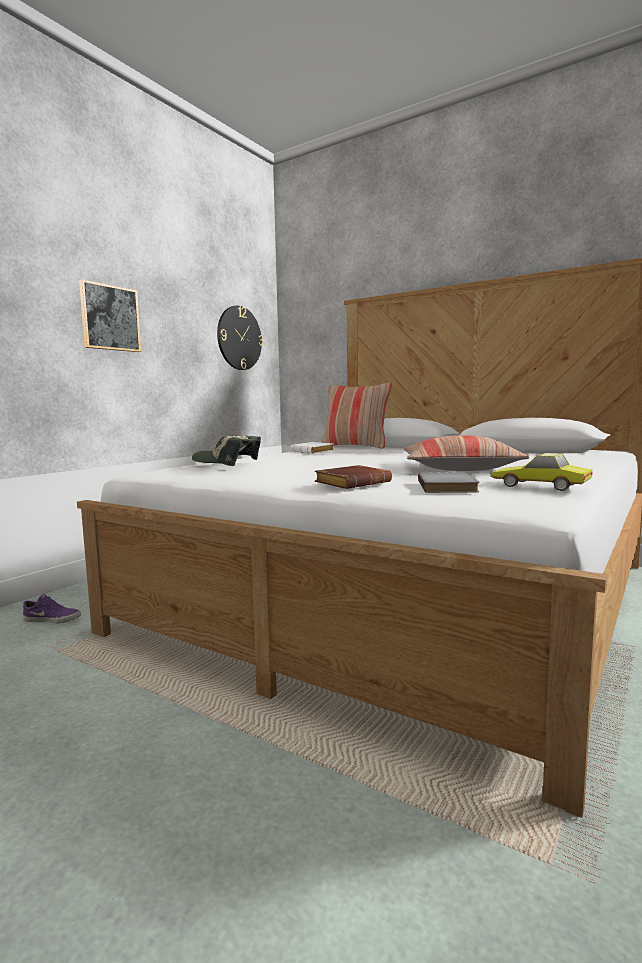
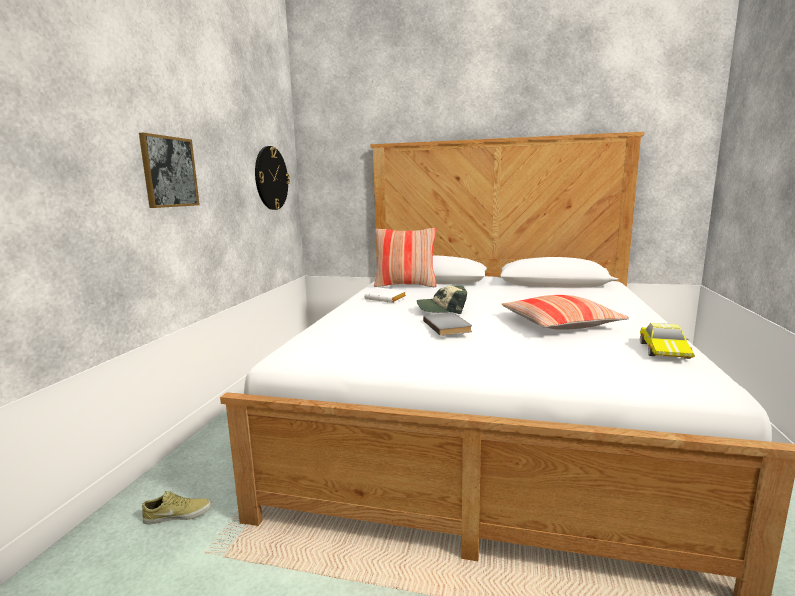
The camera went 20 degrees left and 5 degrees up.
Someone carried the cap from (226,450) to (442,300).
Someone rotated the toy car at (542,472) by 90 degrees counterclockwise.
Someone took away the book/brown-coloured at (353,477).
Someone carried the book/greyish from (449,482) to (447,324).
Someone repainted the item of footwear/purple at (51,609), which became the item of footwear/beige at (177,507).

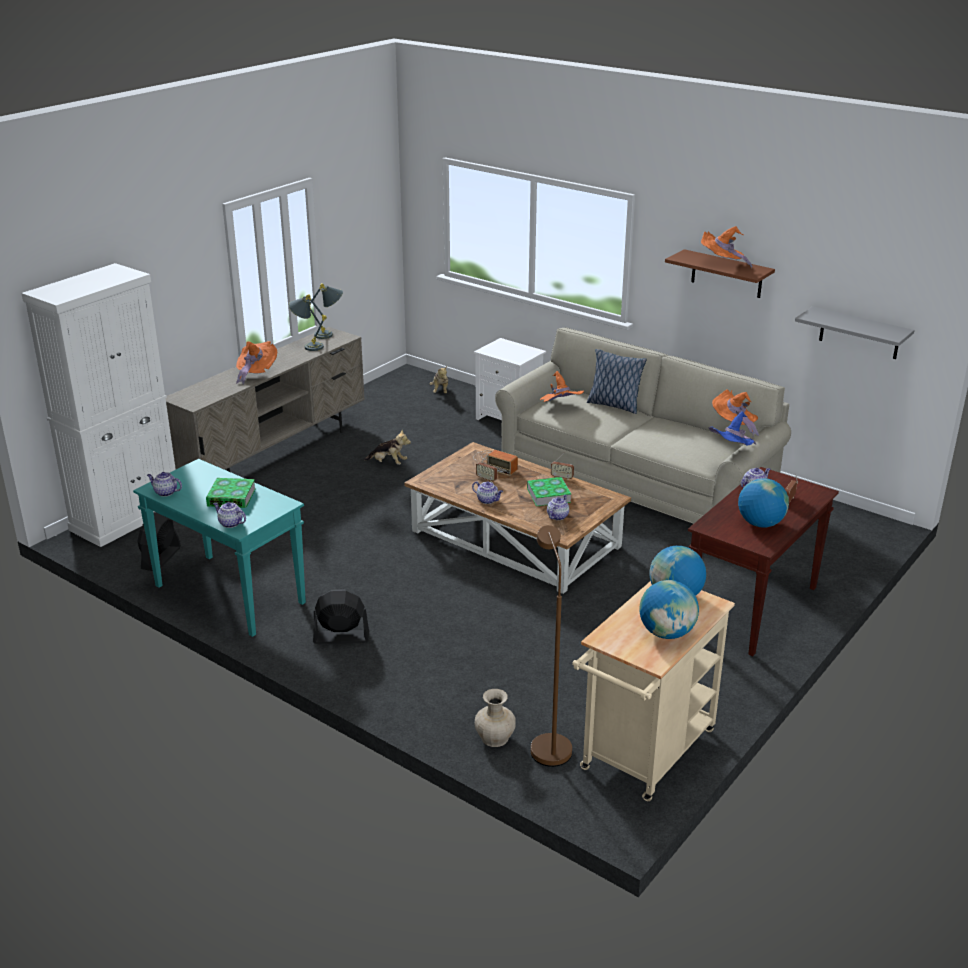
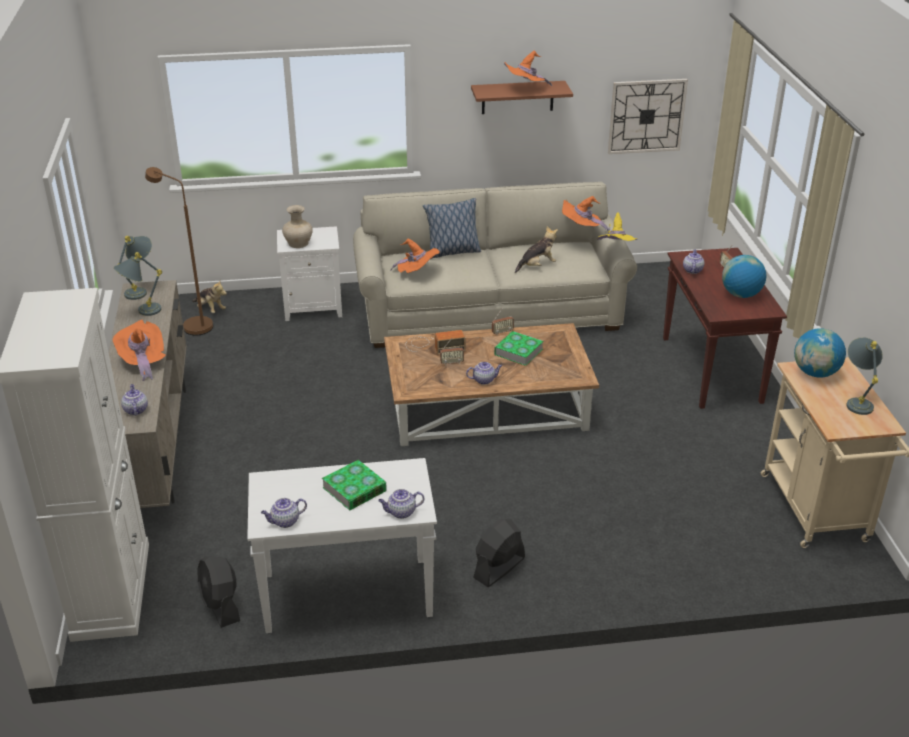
The camera went 45 degrees left and 5 degrees up.
Someone swapped the shelf/greyish at (855,332) for the wall clock at (648,116).
Someone repainted the wearable hat/blue at (732,428), which became the wearable hat/yellow-coloured at (617,226).
Someone carried the plush toy from (387,447) to (536,249).
Someone repainted the hall table/blue-green at (219,548), which became the hall table/whitish at (342,545).
Someone carried the tea pot from (558,507) to (134,400).
Someone carried the standard lamp/brown-coloured from (551,646) to (179,251).
Someone swapped the world globe at (669,609) for the table lamp/greyish at (864,376).
Someone carried the decorative vase/beige from (495,718) to (297,226).

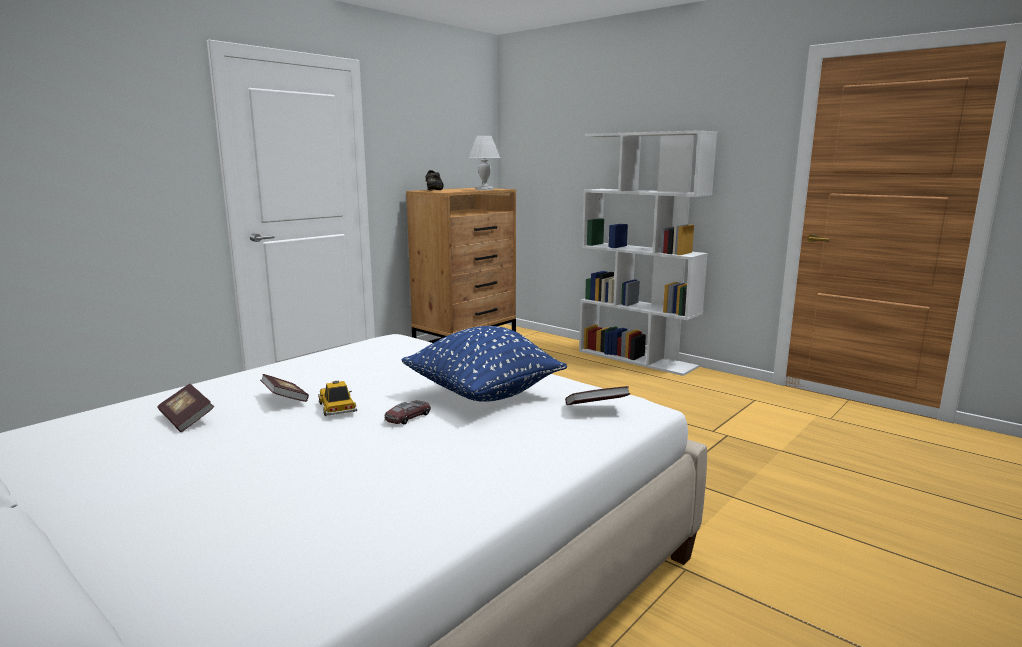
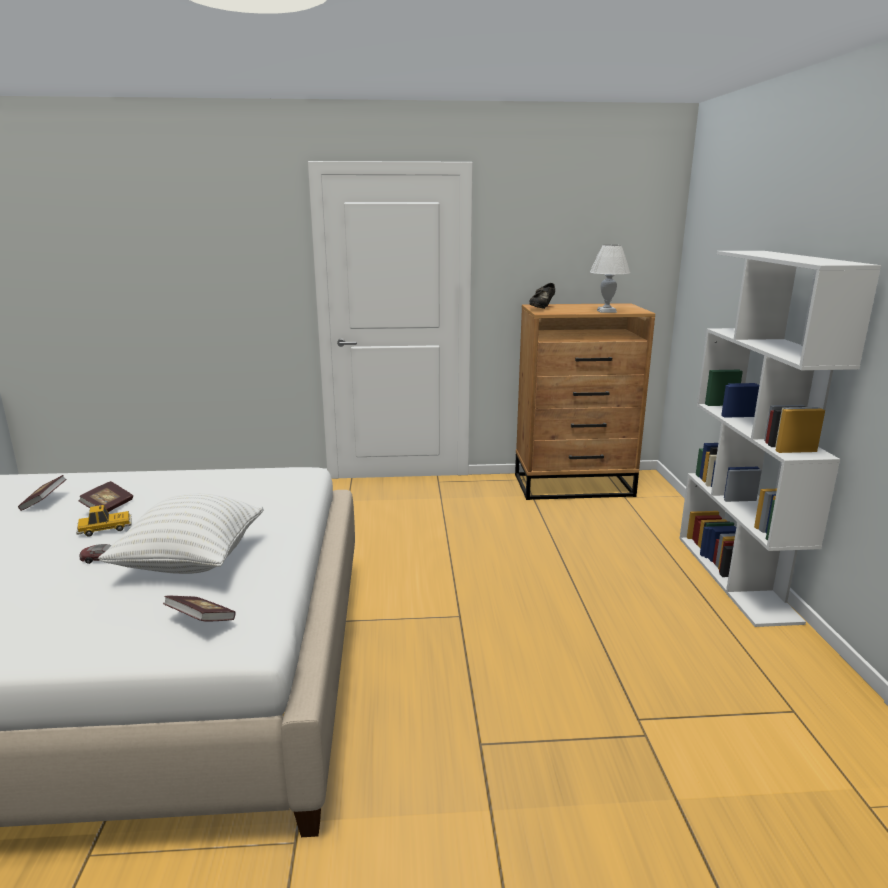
The camera went 45 degrees right and 5 degrees up.
Someone repainted the pillow/blue at (484,364), which became the pillow/whitish at (181,533).
Someone rotated the toy car at (337,398) by 45 degrees clockwise.

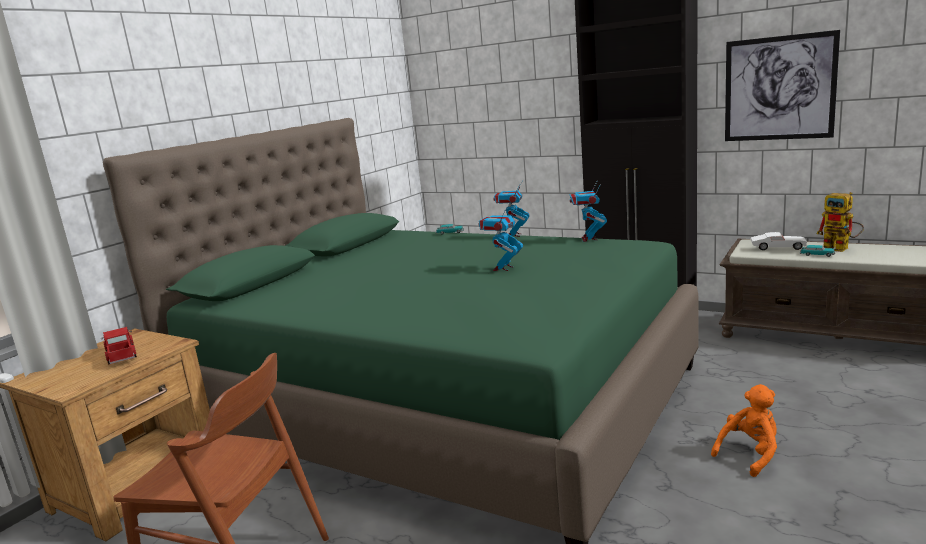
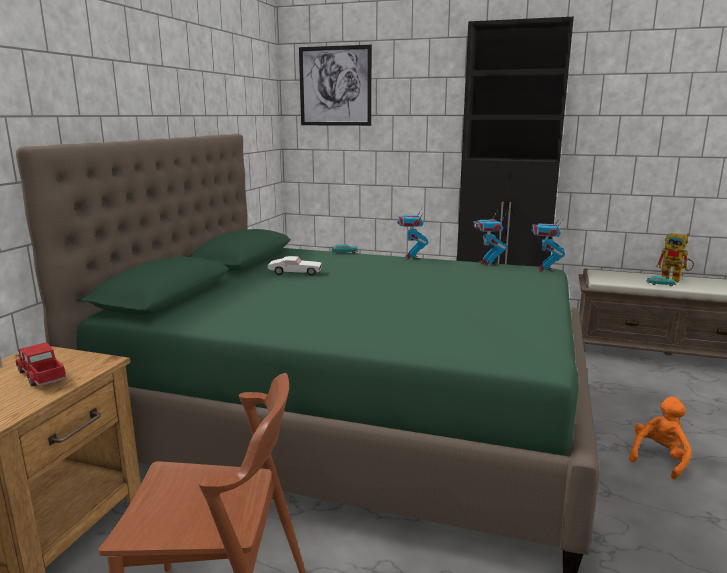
The camera went 15 degrees left and 0 degrees up.
Someone carried the picture from (782,85) to (335,85).
Someone carried the model robot from (501,237) to (548,243).
Someone carried the toy car/whitish from (778,241) to (294,265).

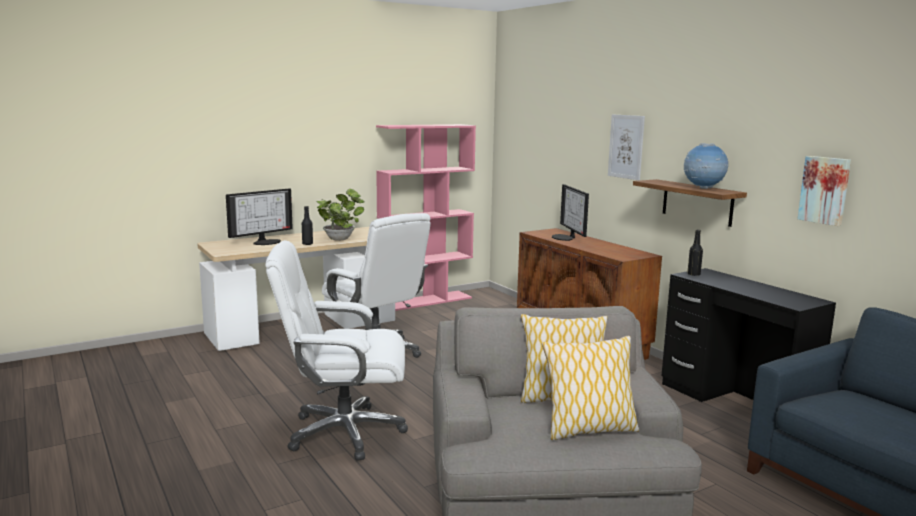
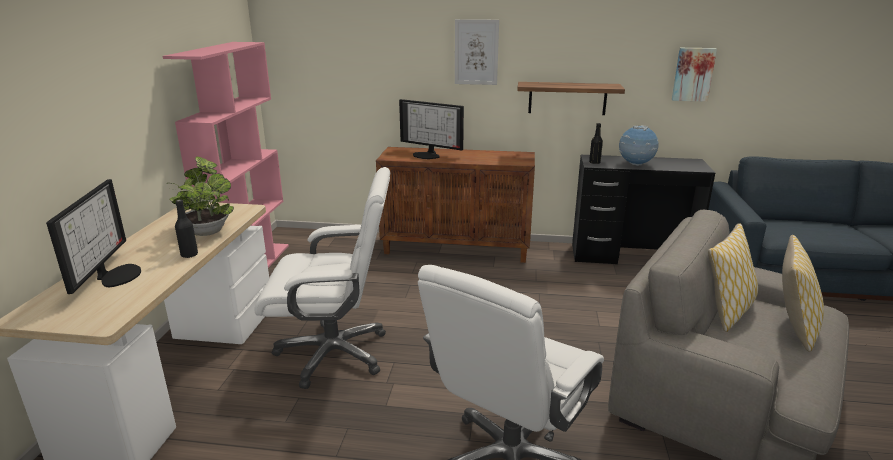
The camera went 50 degrees left and 10 degrees up.
Someone carried the world globe from (706,166) to (638,145).

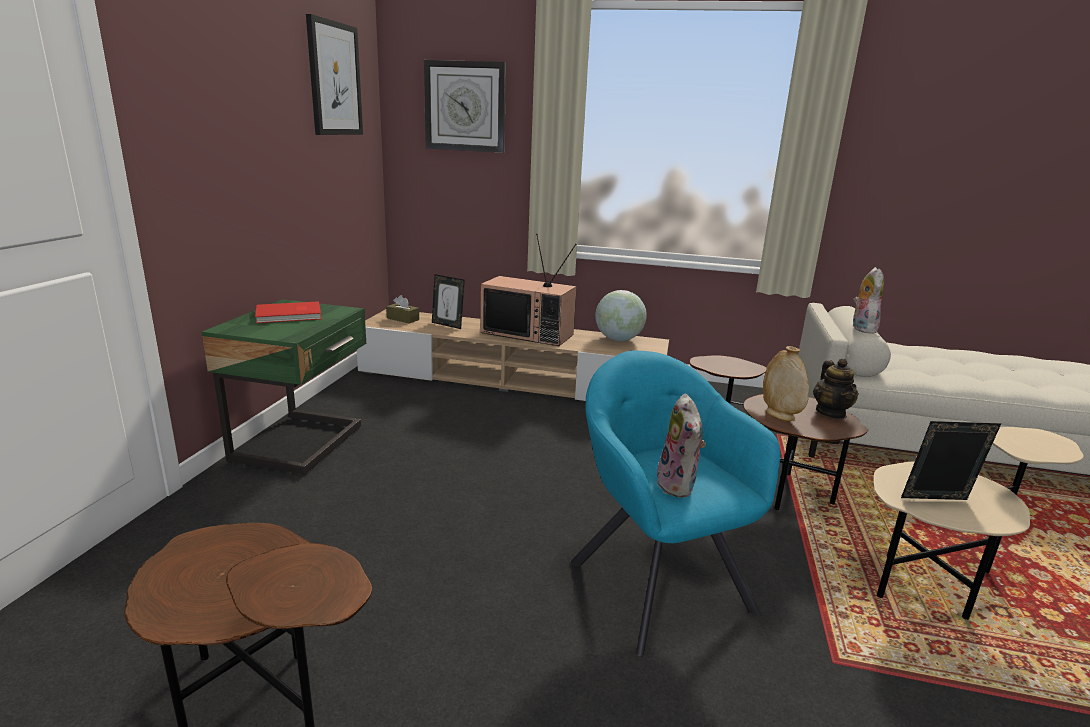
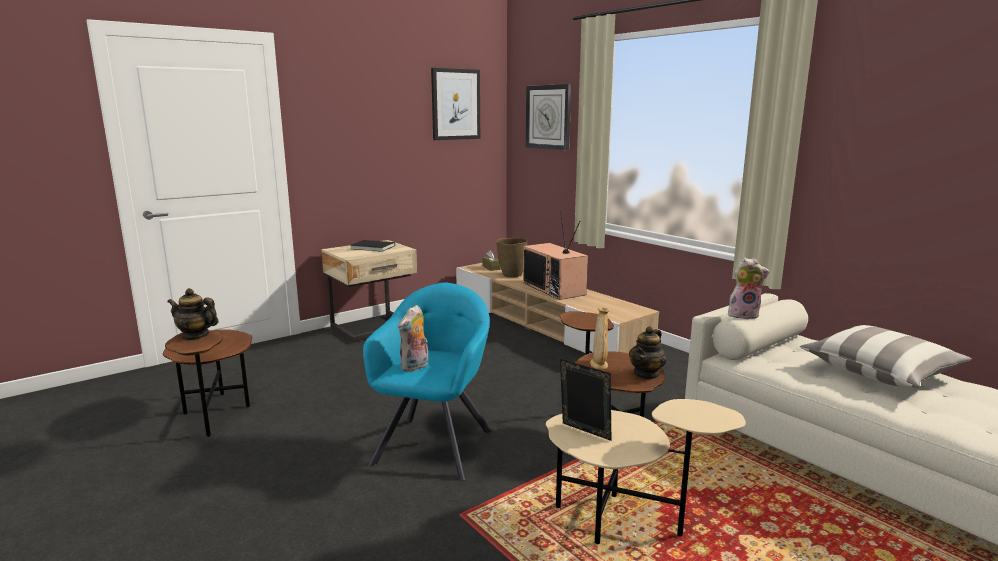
The camera went 40 degrees right and 5 degrees down.
Someone rotated the plush toy at (868,300) by 45 degrees clockwise.
Someone swapped the picture frame at (448,301) for the decorative vase/brown-coloured at (512,258).
Someone took away the world globe at (621,315).
Someone repainted the bedside table/green-coloured at (283,387), which became the bedside table/beige at (369,291).
Someone repainted the book/red-coloured at (288,312), which became the book/black-coloured at (372,246).
Someone put down the tea pot at (193,314).
Someone put down the pillow at (886,356).

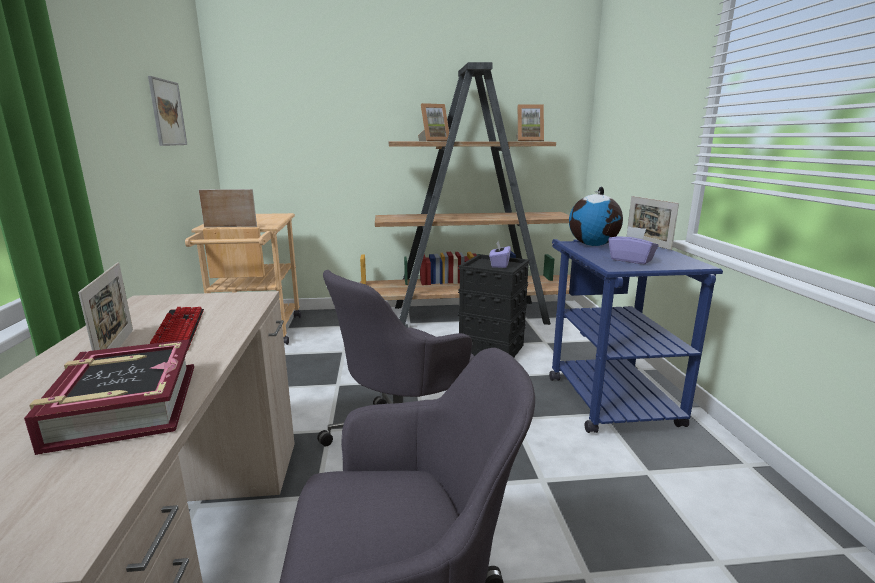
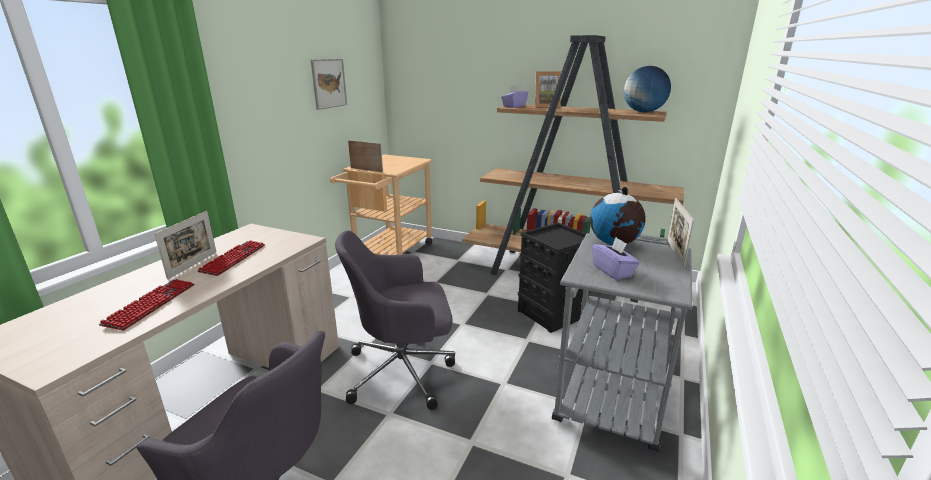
The camera went 30 degrees right and 5 degrees up.
Someone swapped the picture frame at (530,122) for the world globe at (647,89).
Someone repainted the cart/blue at (636,336), which became the cart/greyish at (622,342).
Someone carried the tissue box/purple from (500,254) to (514,97).
Someone swapped the book at (109,397) for the PC keyboard at (146,304).

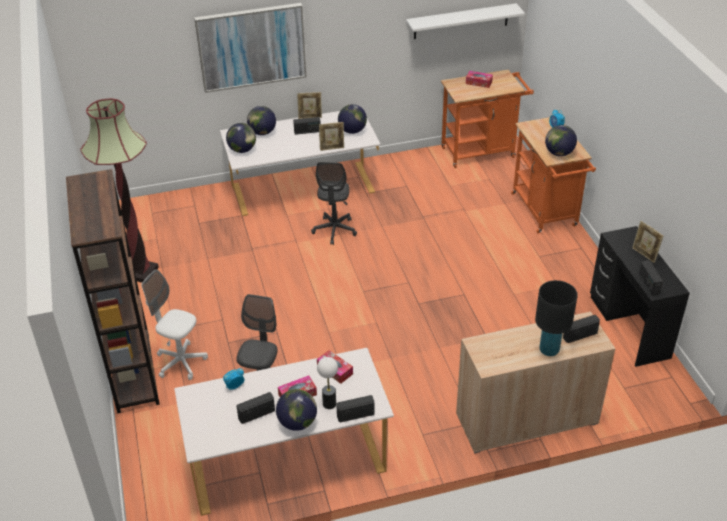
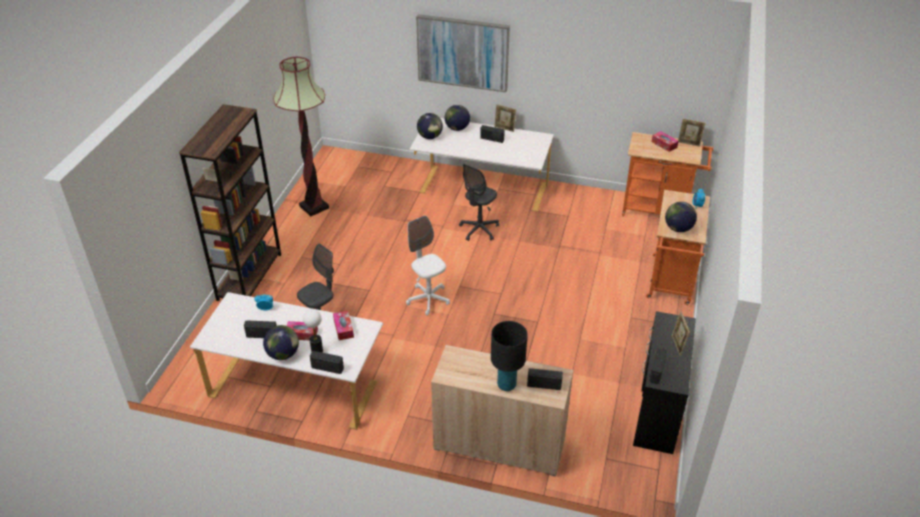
The camera went 30 degrees right and 0 degrees up.
Someone took away the shelf/whitish at (465,21).
Someone took away the world globe at (352,119).
Someone carried the picture frame from (331,136) to (692,132).
Someone carried the computer chair/whitish from (174,324) to (428,266).

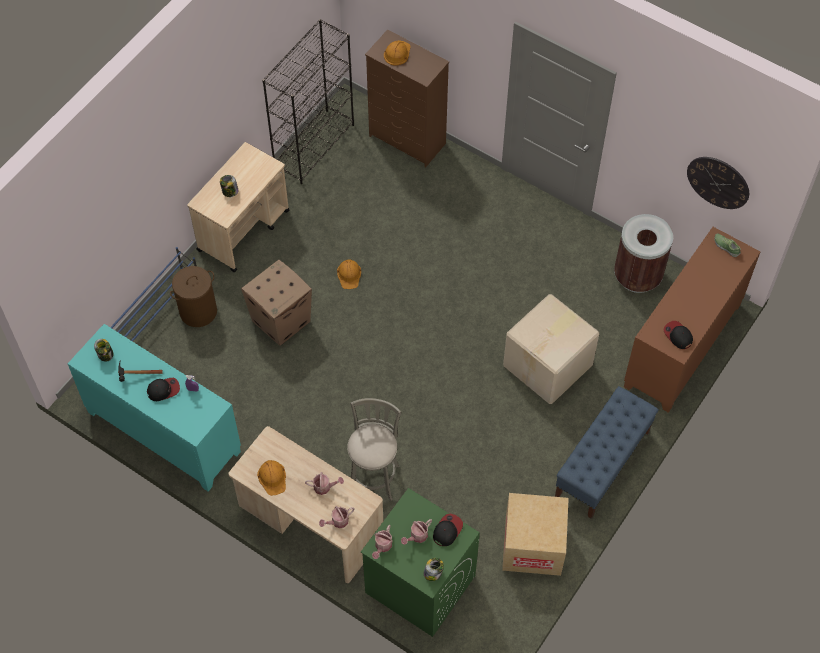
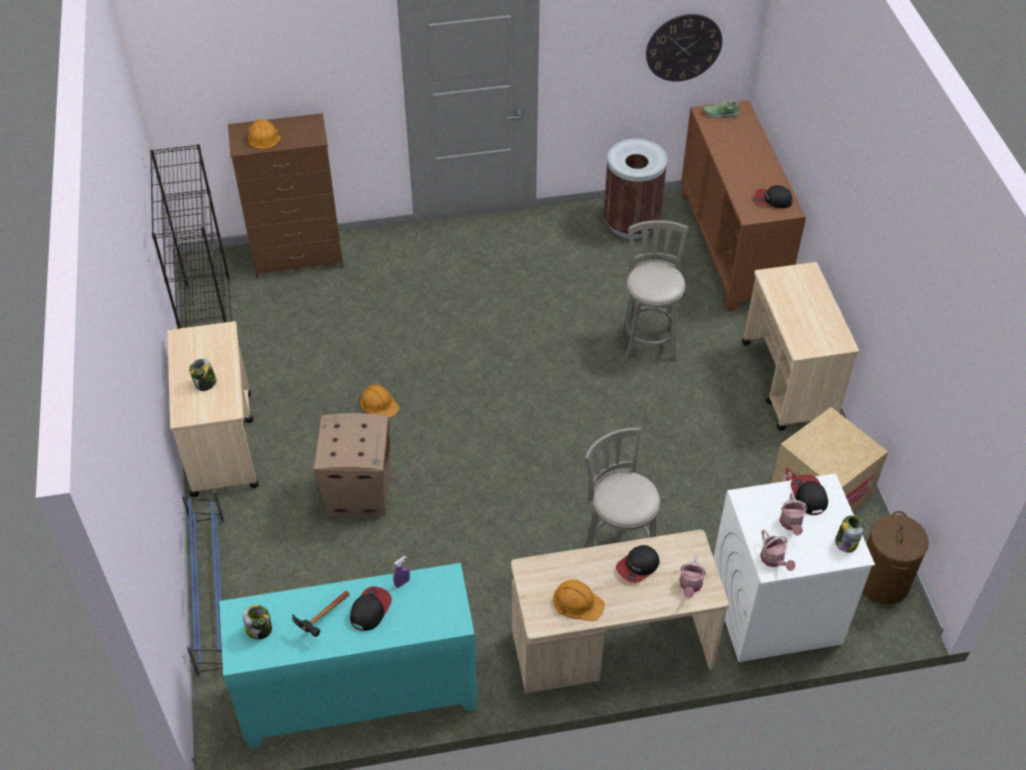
The camera went 45 degrees left and 10 degrees down.
Someone carried the laundry basket/brown-coloured from (193,296) to (895,557).
Someone swapped the packing box at (551,349) for the stool/greyish at (655,290).
Someone swapped the indoor bench/blue at (607,452) for the cart/beige at (800,346).
Someone swapped the watering can at (324,483) for the cap at (638,564).
Someone repainted the laundry machine/green-coloured at (420,562), which became the laundry machine/whitish at (794,567).

